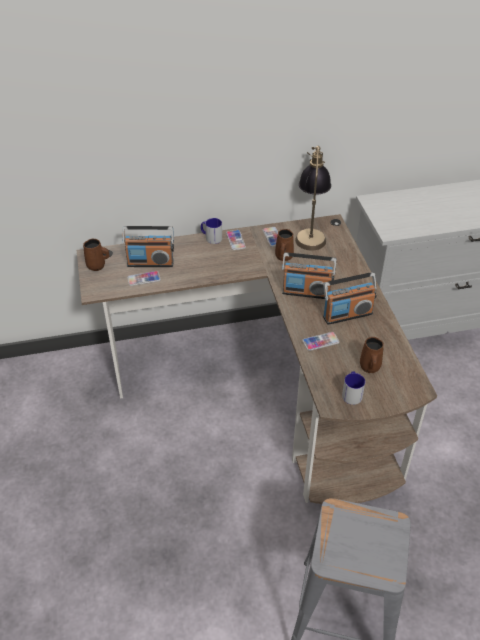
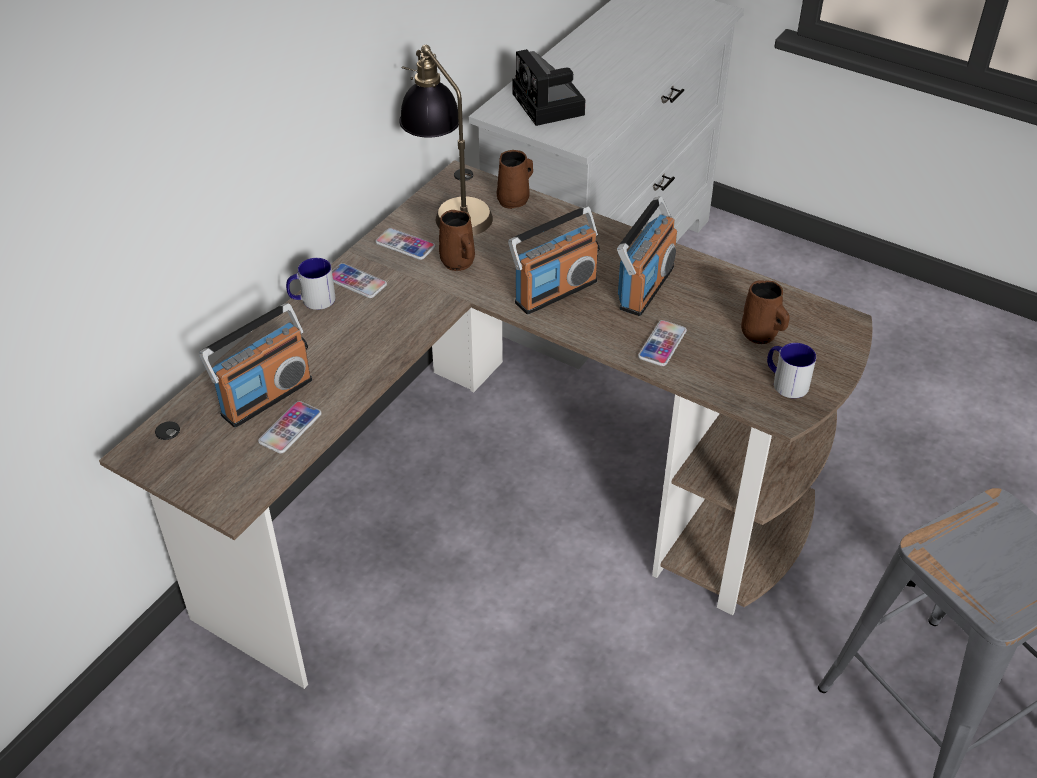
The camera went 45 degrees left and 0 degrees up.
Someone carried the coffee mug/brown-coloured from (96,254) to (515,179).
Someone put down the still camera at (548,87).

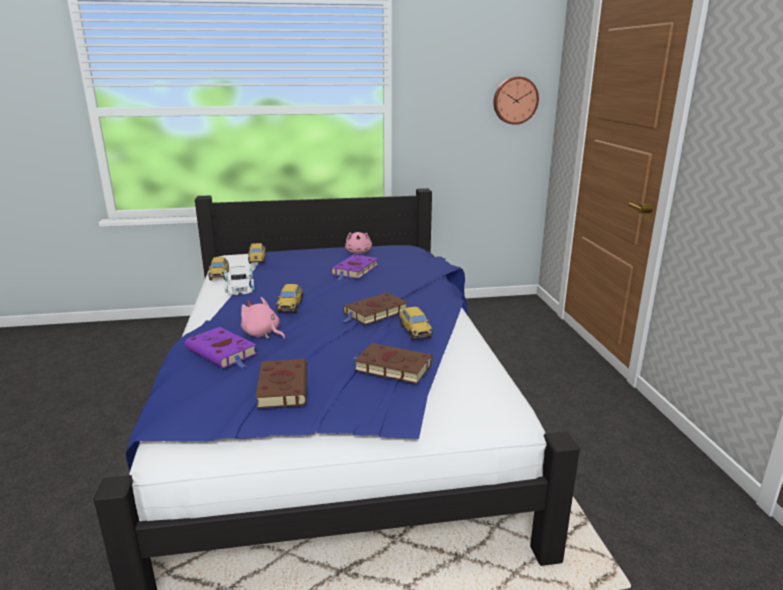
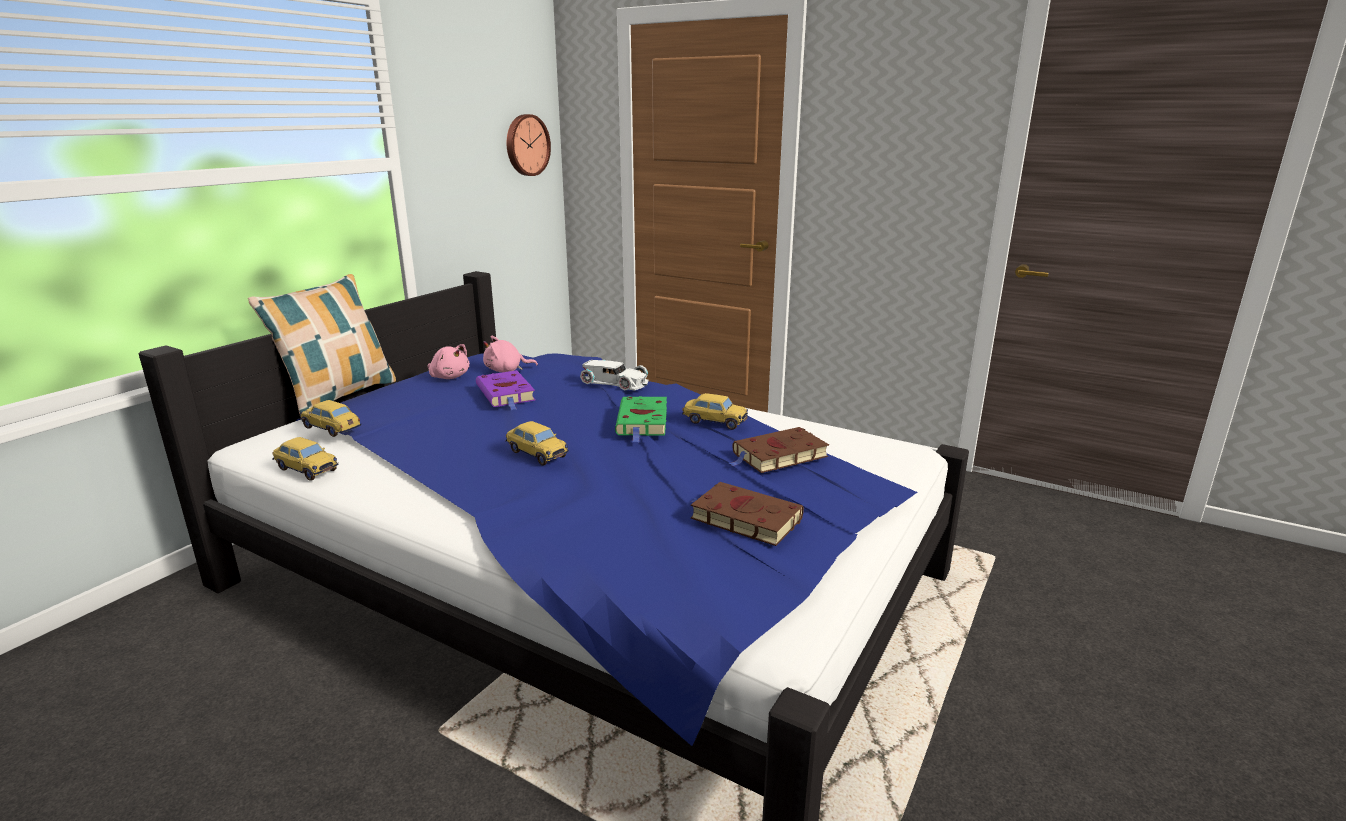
The camera went 50 degrees left and 0 degrees up.
Someone carried the toy car/whitish from (239,280) to (614,375).
Someone repainted the book/brown-coloured at (375,309), which became the book/green-coloured at (641,419).
Someone carried the plush toy/pinkish from (263,318) to (510,354).
Someone took away the book/purple at (221,347).
Someone put down the pillow at (322,345).

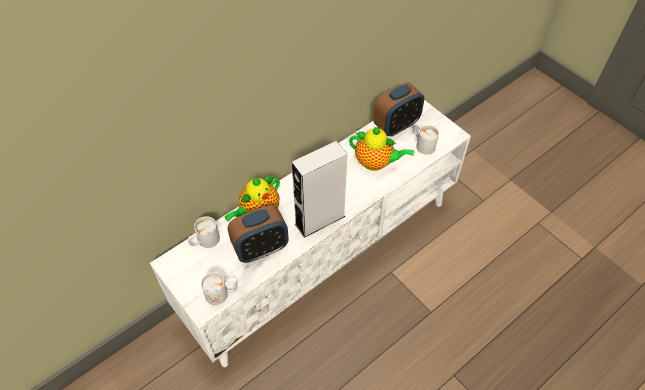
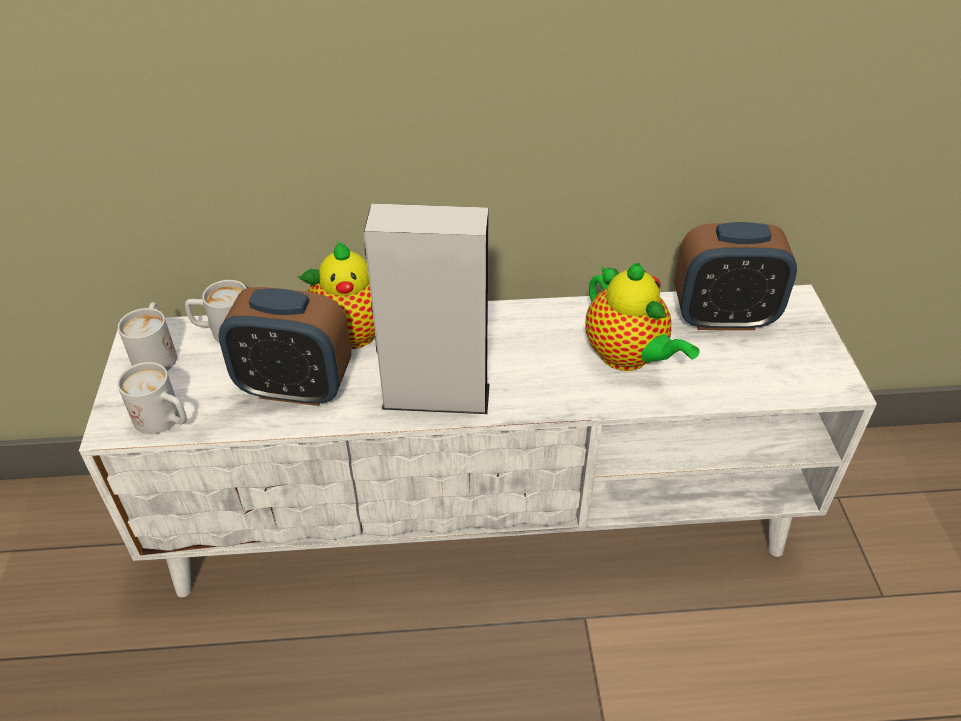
The camera went 35 degrees right and 10 degrees down.
Someone carried the coffee mug/whitish from (426,139) to (147,336).

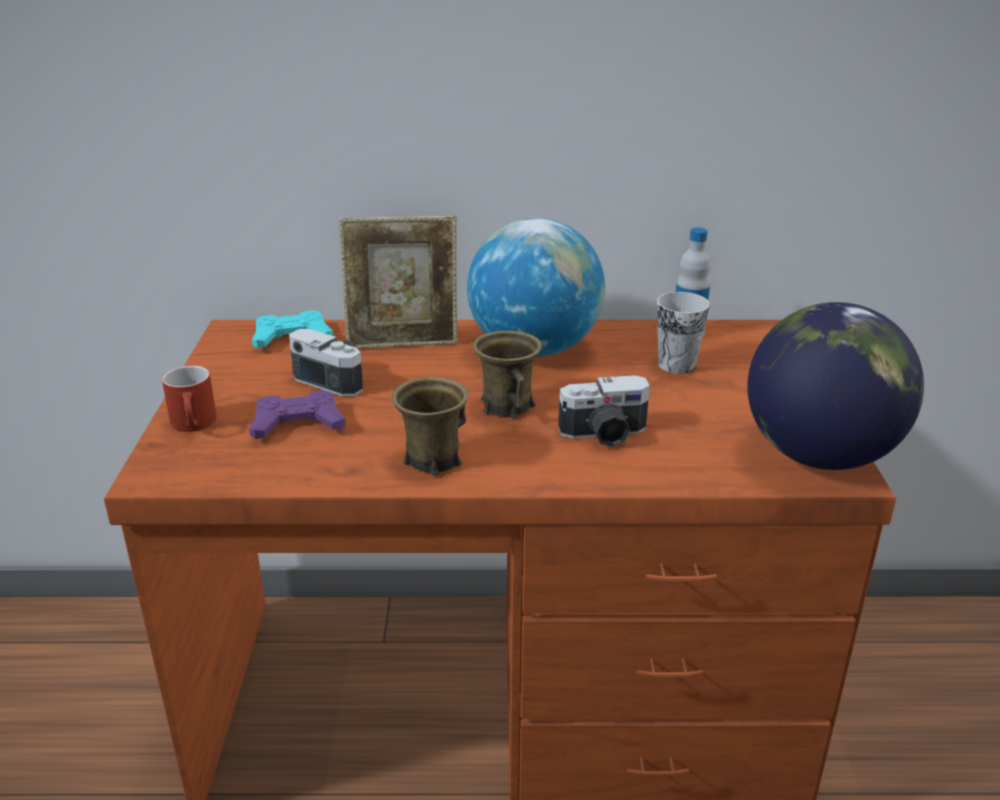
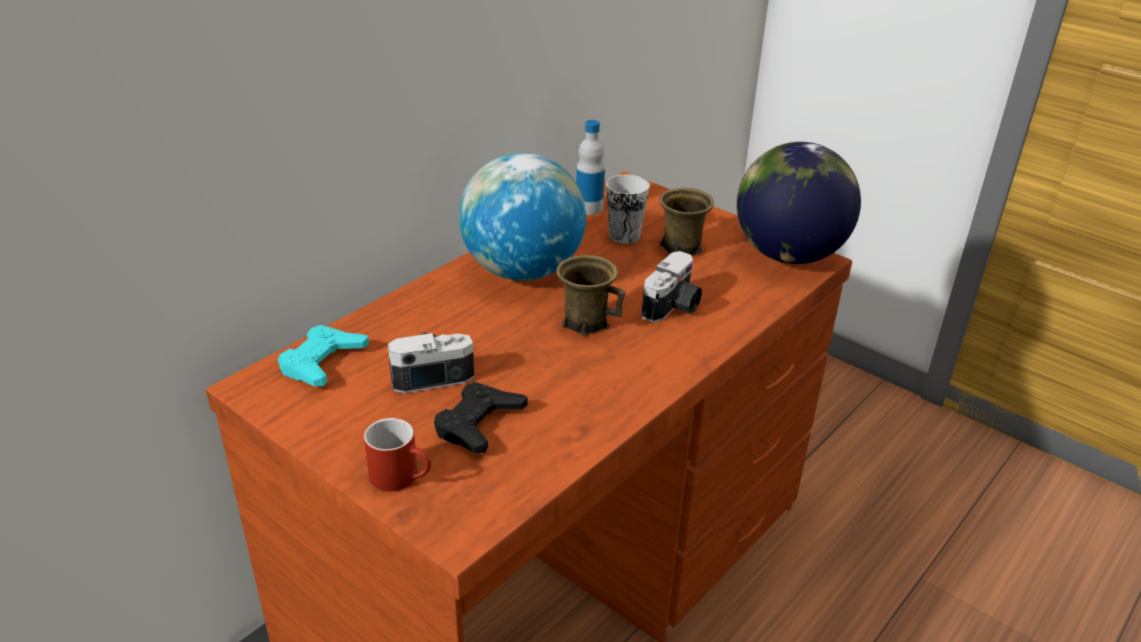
The camera went 50 degrees left and 5 degrees up.
Someone took away the picture frame at (398,282).
Someone carried the coffee mug/brown-coloured from (430,426) to (686,221).
Someone repainted the joypad/purple at (297,414), which became the joypad/black-coloured at (481,417).

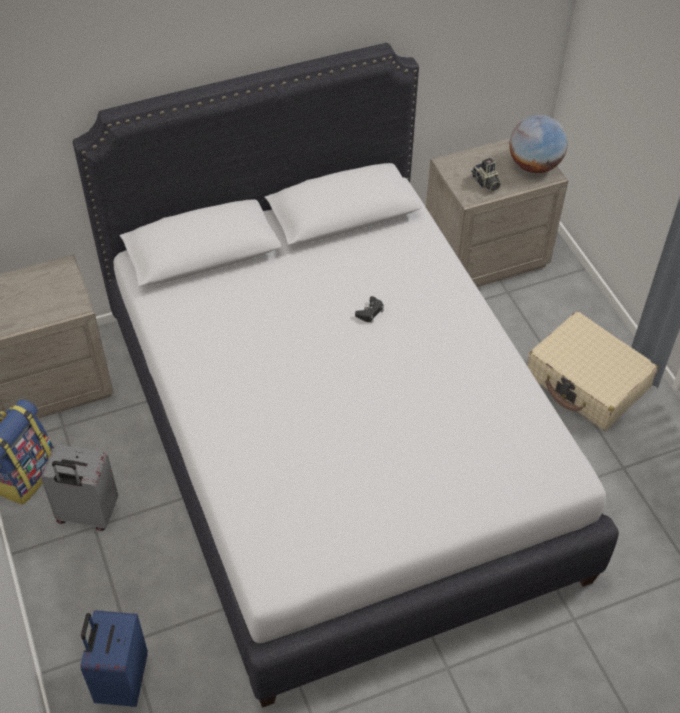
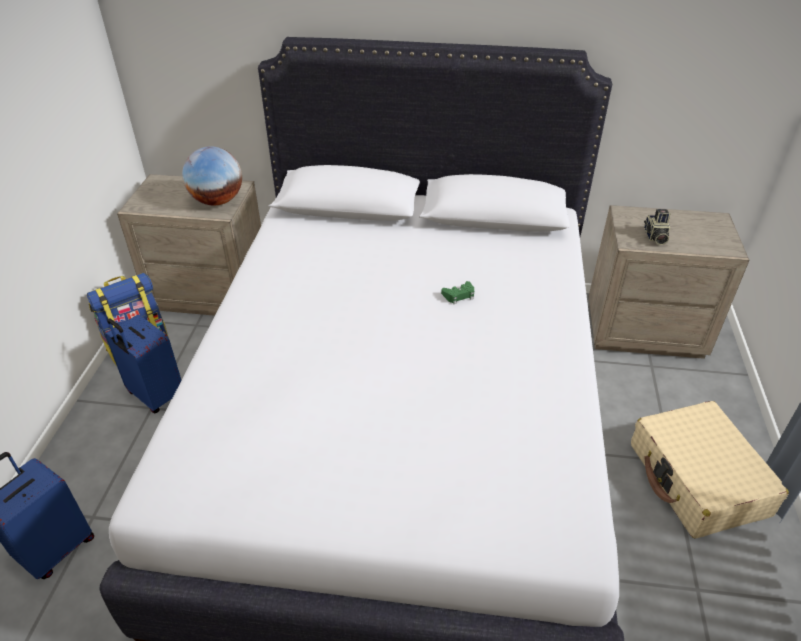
The camera went 30 degrees right and 10 degrees down.
Someone carried the world globe from (538,144) to (212,175).
Someone repainted the joypad/black-coloured at (369,309), which became the joypad/green-coloured at (457,292).
Someone repainted the suitcase/greyish at (80,487), which became the suitcase/blue at (143,363).

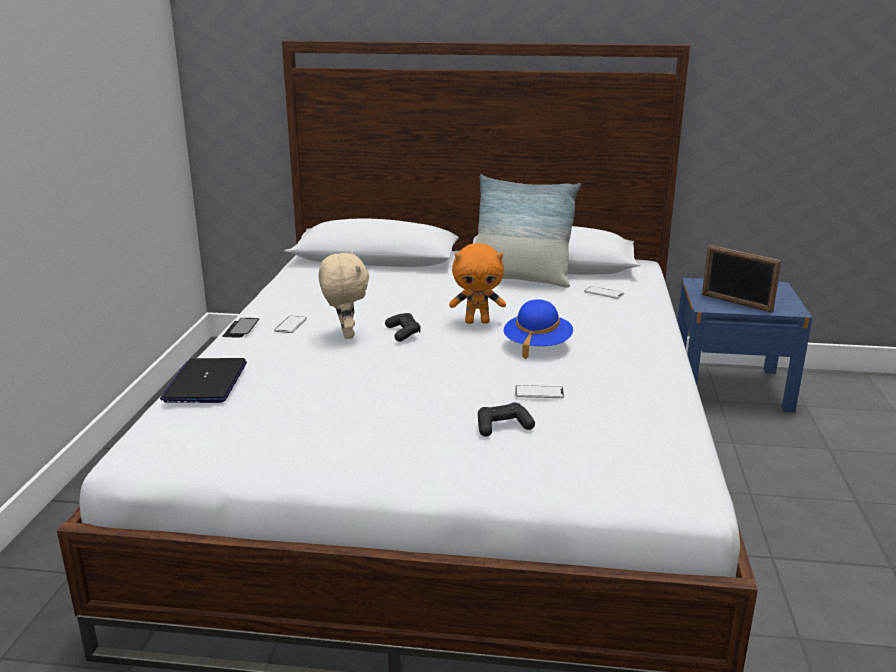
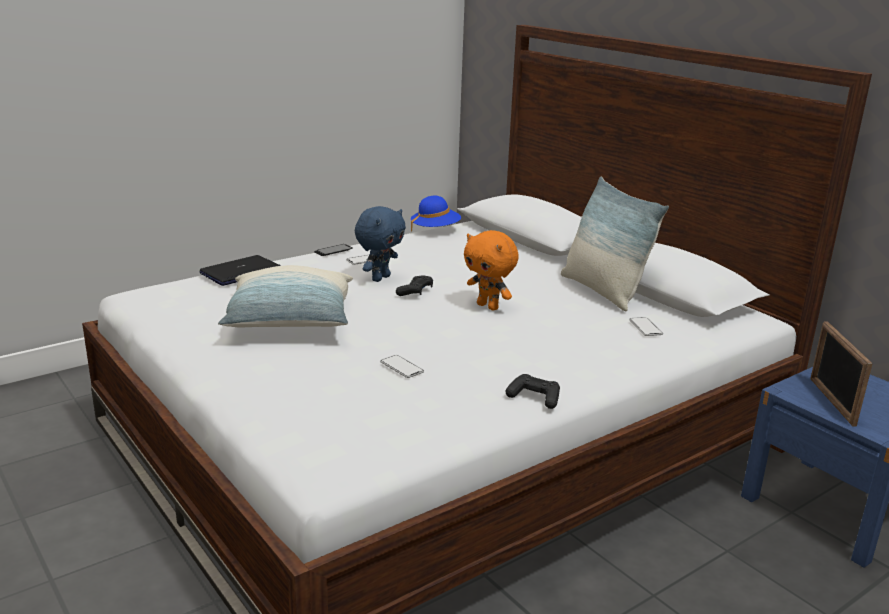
The camera went 45 degrees right and 0 degrees up.
Someone repainted the plush toy/beige at (343,295), which became the plush toy/blue at (380,244).
Someone carried the wearable hat/blue from (538,329) to (436,214).
Someone carried the joypad/black-coloured from (506,419) to (533,391).
Someone put down the pillow at (285,296).

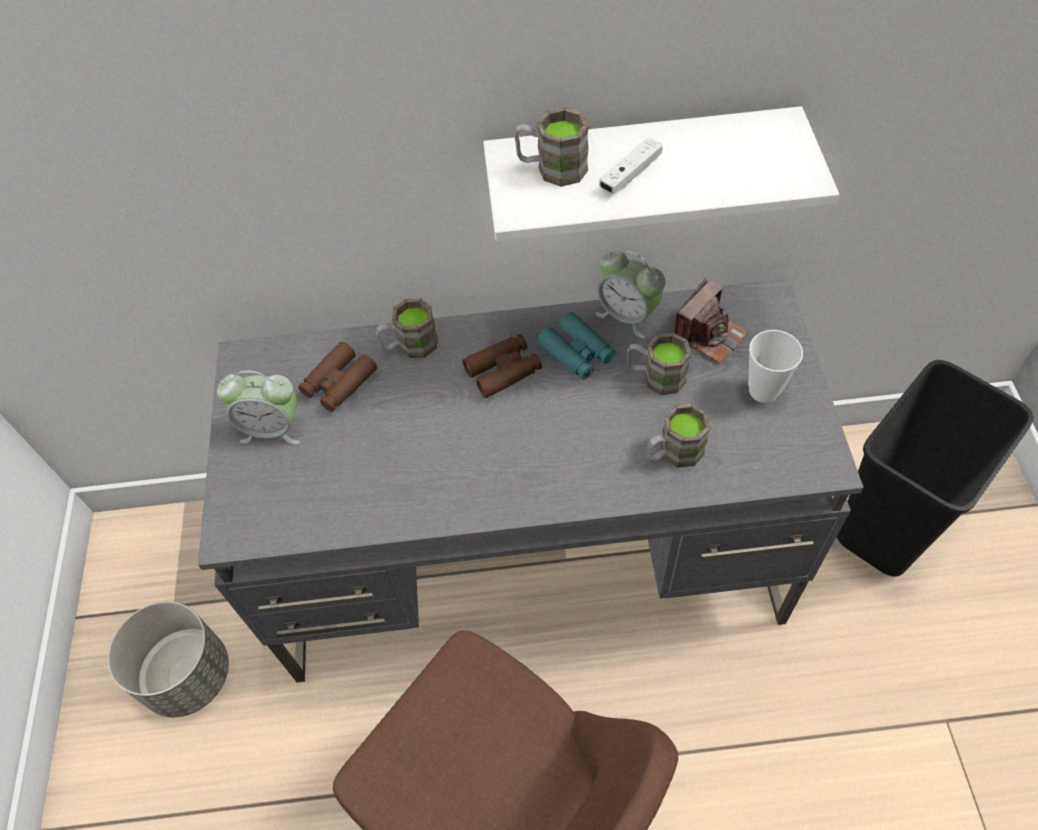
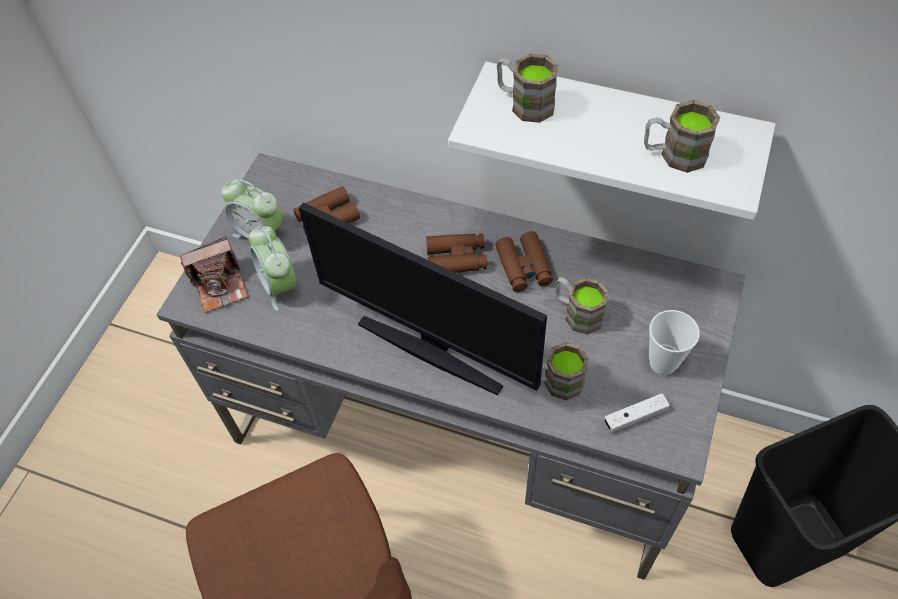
The camera went 25 degrees right and 0 degrees up.
Someone carried the joypad/whitish from (631,166) to (637,412).
Someone carried the bedside clock from (631,294) to (273,268).
Someone carried the still camera from (711,321) to (214,275).
Someone carried the coffee mug/brown-coloured from (406,328) to (682,136).
Someone repainted the binoculars/blue-green at (577,346), which became the binoculars/brown-coloured at (524,261).
Someone took away the plant pot/greyish at (168,659).
Someone put down the computer display at (423,298).

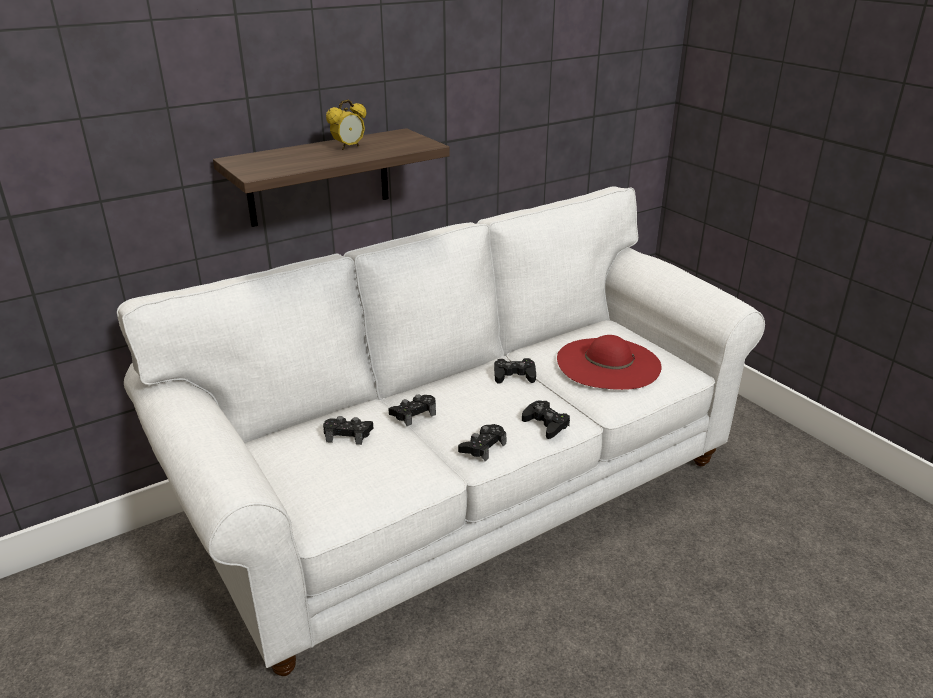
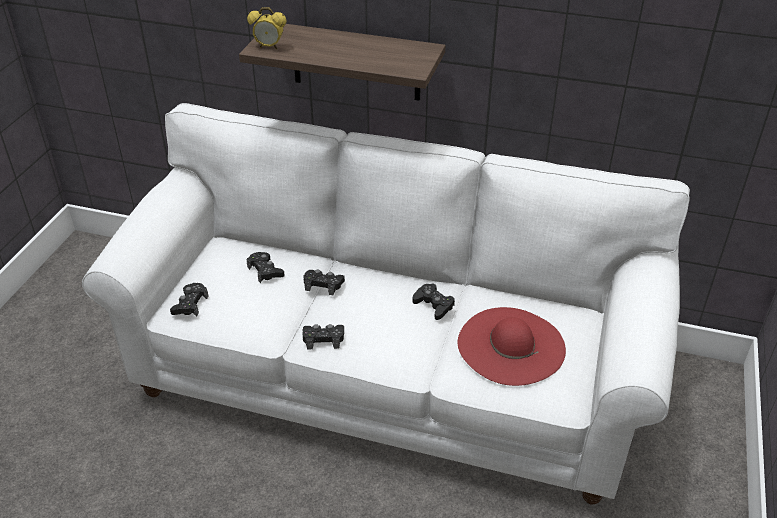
The camera went 50 degrees right and 10 degrees up.
Someone carried the bedside clock from (346,124) to (267,28).
Someone carried the joypad/black-coloured from (546,419) to (189,299).

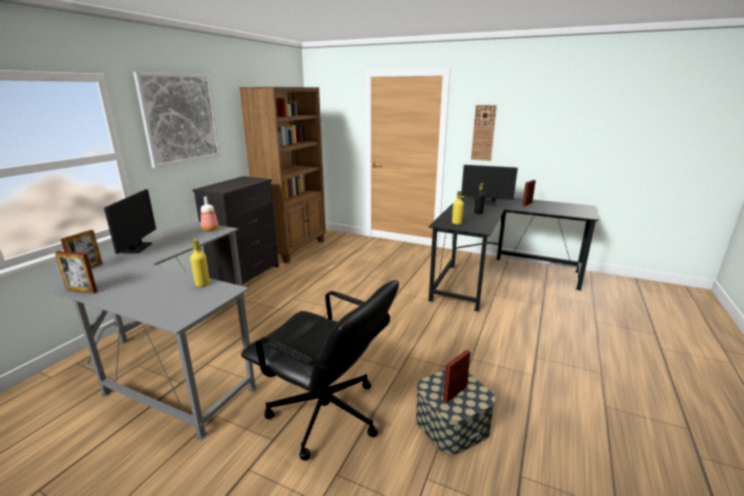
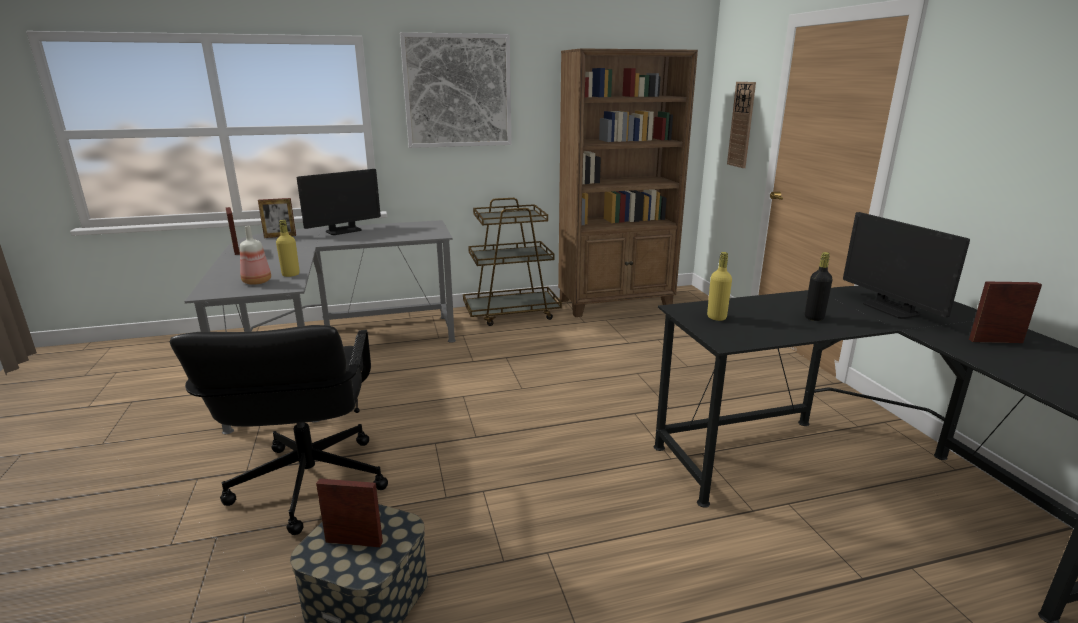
The camera went 50 degrees right and 0 degrees up.
Someone carried the wall clock from (484,133) to (741,125).
Someone swapped the drawer chest/black-coloured at (236,230) for the cart/brown-coloured at (512,262).
Someone carried the beverage bottle from (210,213) to (255,255).

